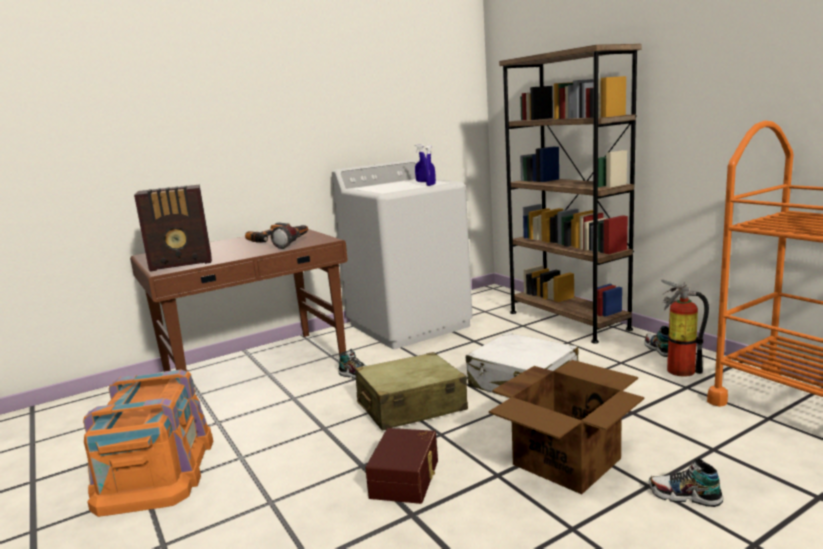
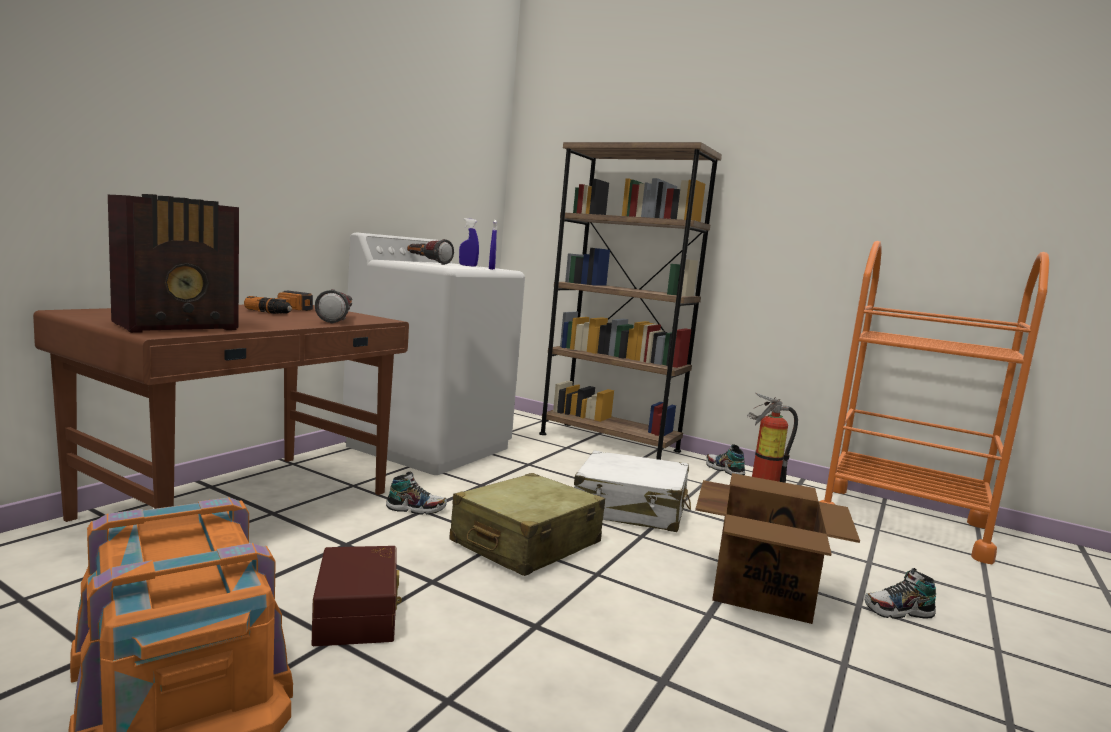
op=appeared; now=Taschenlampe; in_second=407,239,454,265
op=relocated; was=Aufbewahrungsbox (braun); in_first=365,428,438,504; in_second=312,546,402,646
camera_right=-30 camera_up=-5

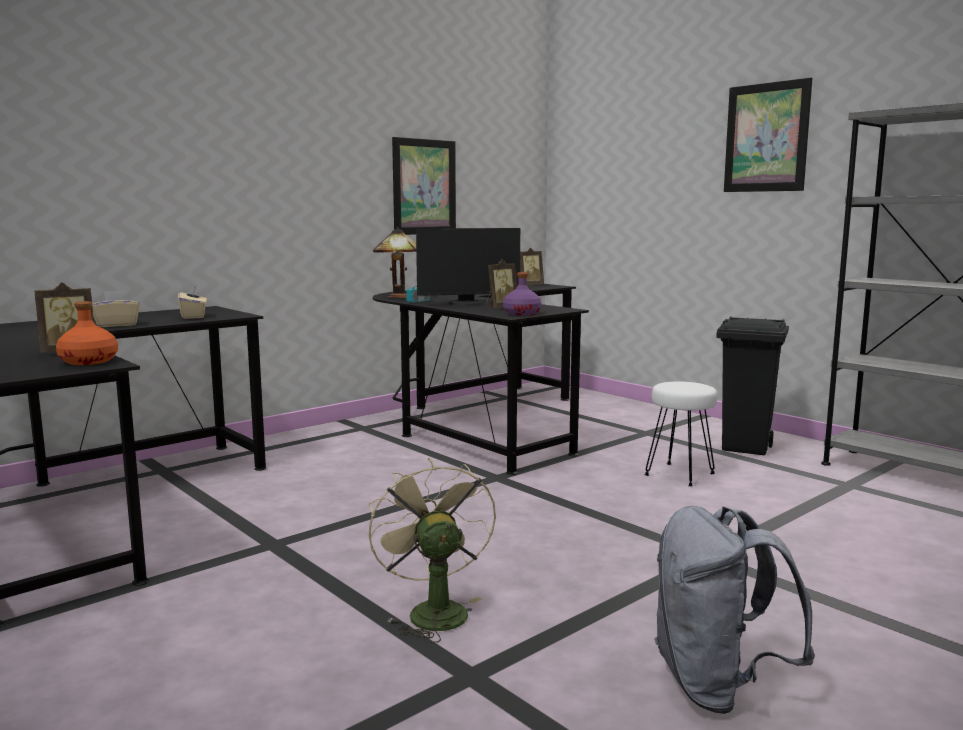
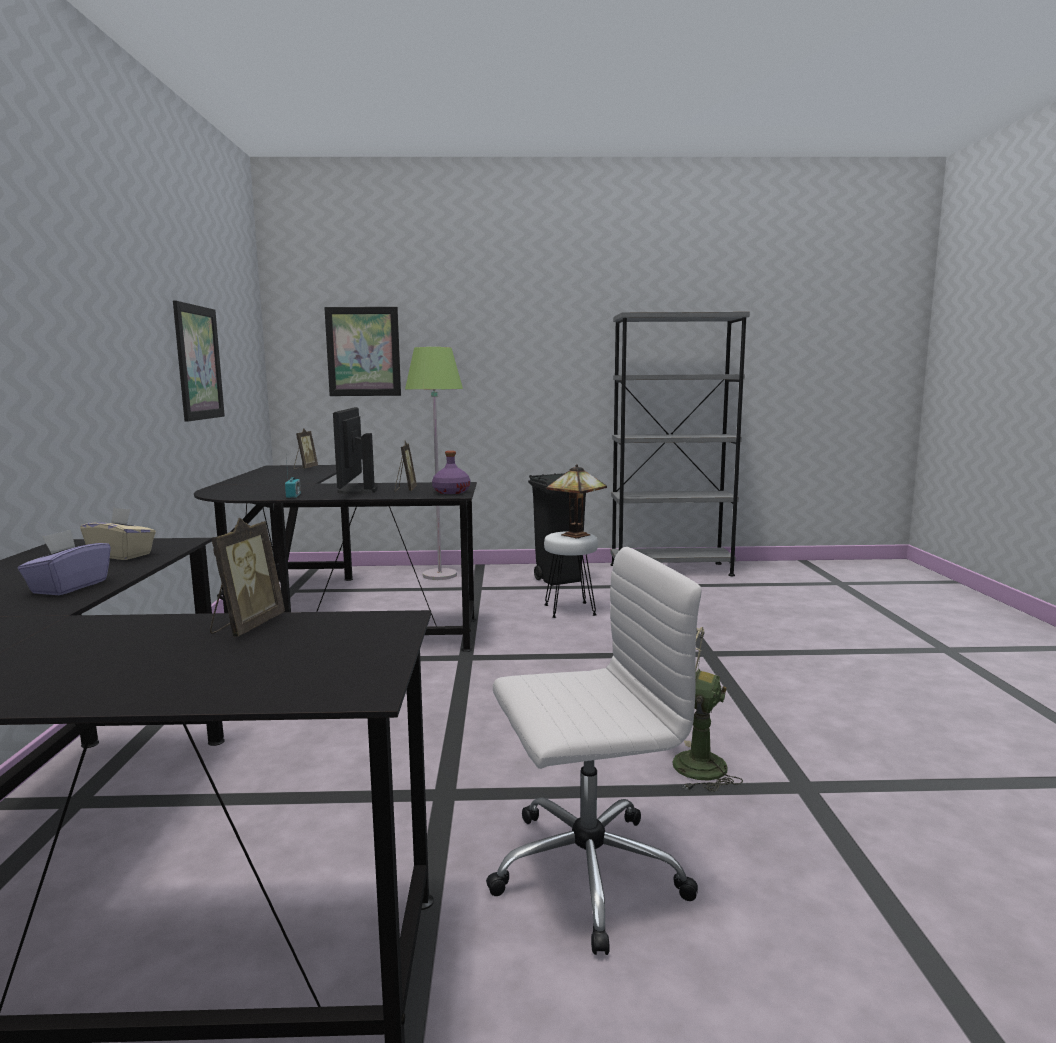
op=missing; was=Flasche (orange); in_first=56,301,118,365
op=missing; was=Rucksack (grau); in_first=654,506,815,714
op=appeared; now=Stehlampe (grün); in_second=405,347,463,580
op=appeared; now=Bürostuhl (weiß); in_second=486,547,701,955
op=relocated; was=Tischlampe; in_first=373,227,416,298; in_second=546,464,607,538
op=relocated; was=Bild; in_first=724,78,812,192; in_second=324,307,401,396
op=colour; was=Taschentuchbox (beige); now=Taschentuchbox (lila); in_first=92,290,140,327; in_second=18,530,111,595
op=spun; was=Monitor; in_first=416,228,520,306; in_second=333,407,377,494; clockwise=150
camera_right=-50 camera_up=0

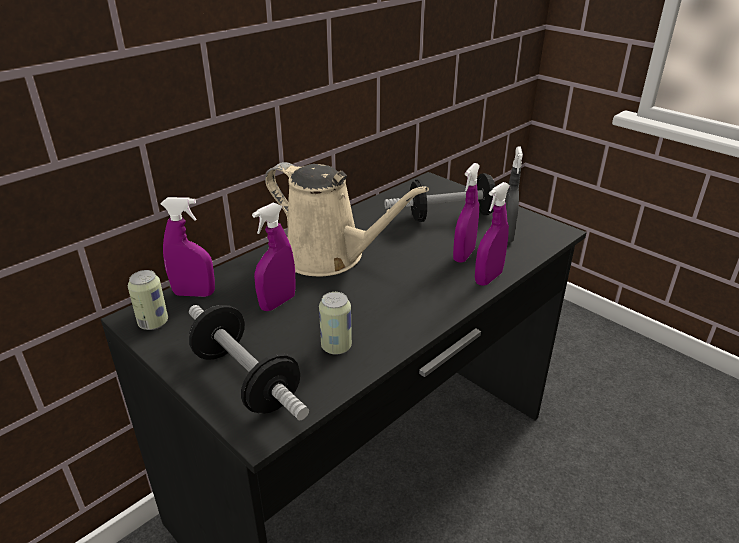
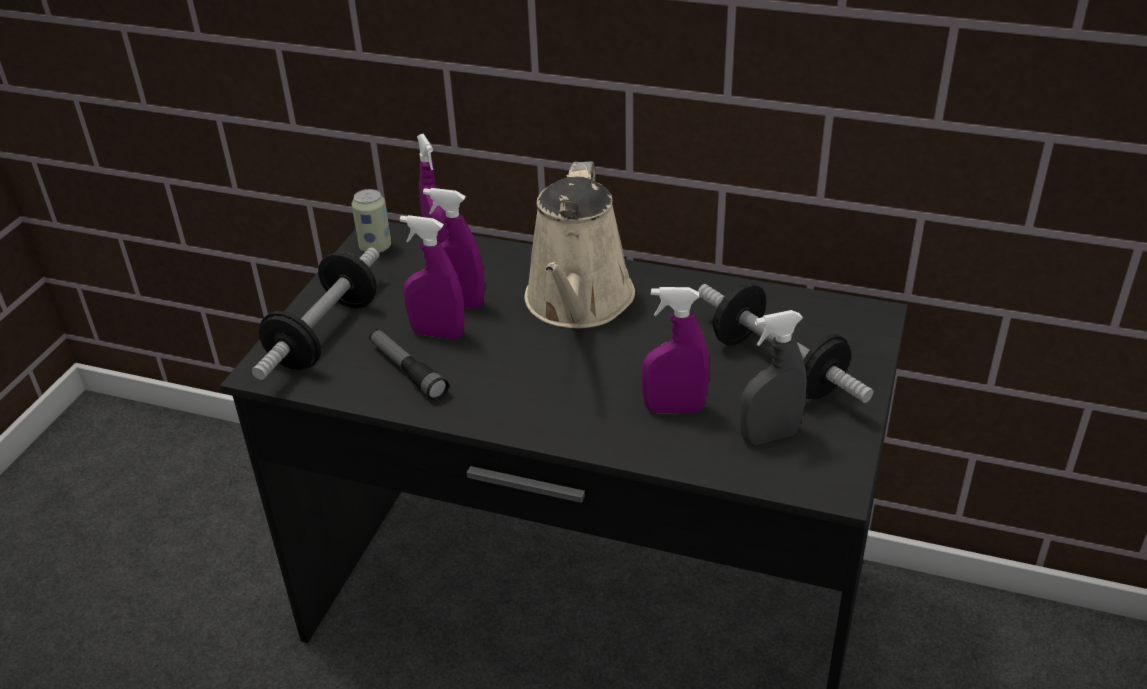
op=relocated; was=Sprühflasche (lila); in_first=475,182,510,286; in_second=400,215,465,339
op=exchanged; was=Dose; now=Taschenlampe; in_first=319,292,352,355; in_second=369,329,449,401
camera_right=65 camera_up=5

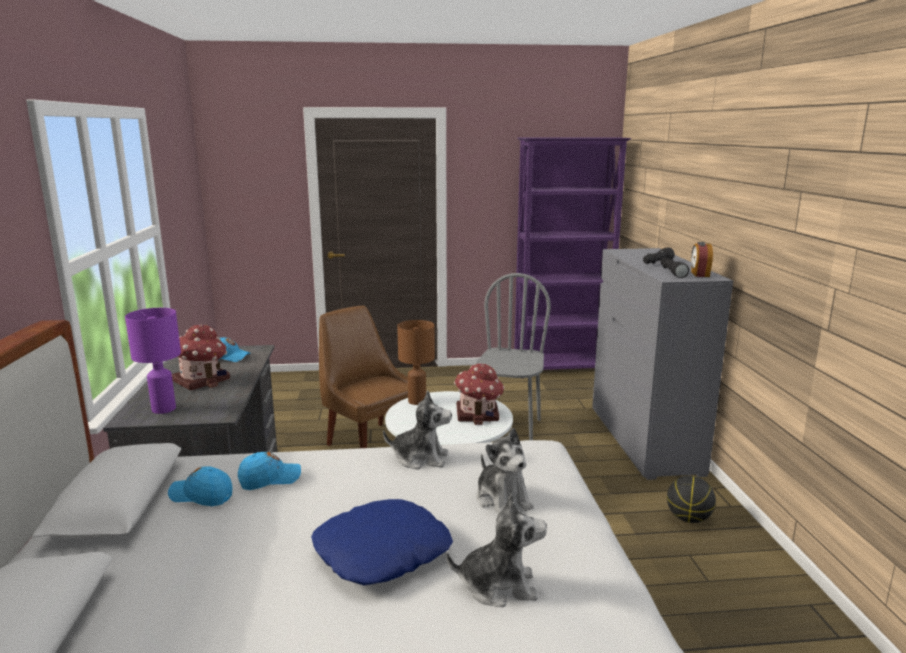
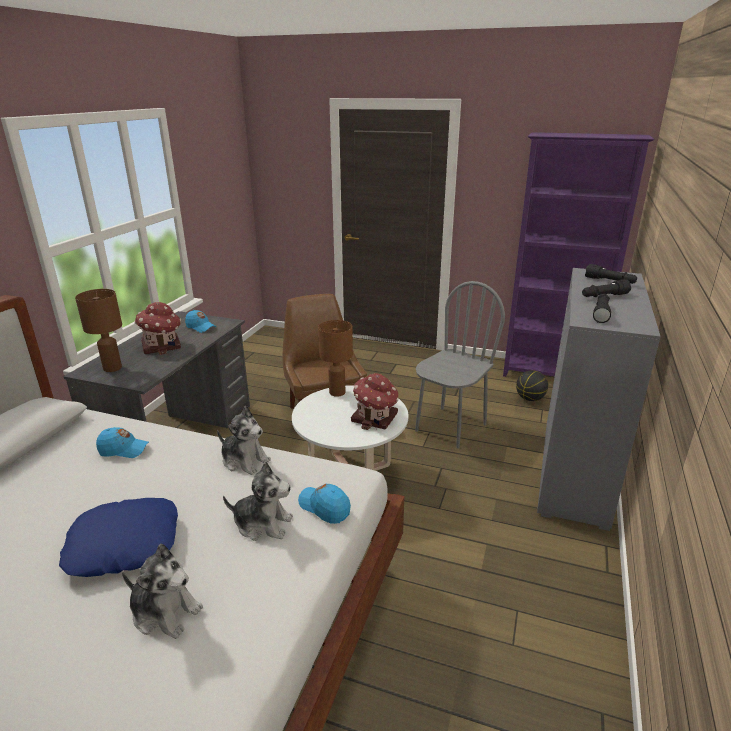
op=missing; was=Wecker; in_first=691,242,713,277
op=appeared; now=Taschenlampe (schwarz); in_second=585,264,637,284
op=relocated; was=Kappe (blau); in_first=168,466,232,506; in_second=298,484,351,524
op=relocated; was=Basketball; in_first=667,476,716,523; in_second=516,370,548,401
op=colour; was=Tischlampe (lila); now=Tischlampe (braun); in_first=125,308,181,414; in_second=75,289,122,372
op=spun; was=Plüschtier; in_first=476,428,534,514; in_second=223,462,293,541; clockwise=-75
camera_right=25 camera_up=10

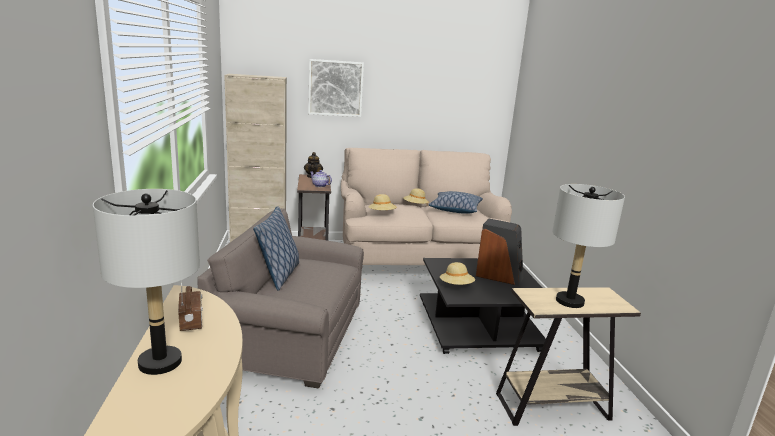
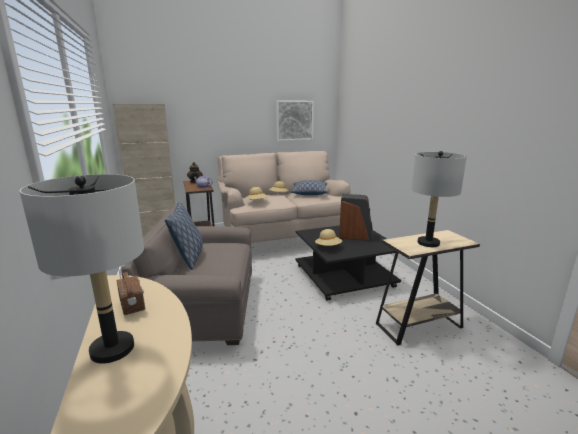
op=relocated; was=Bild; in_first=308,59,364,117; in_second=276,101,314,141
camera_right=-10 camera_up=0

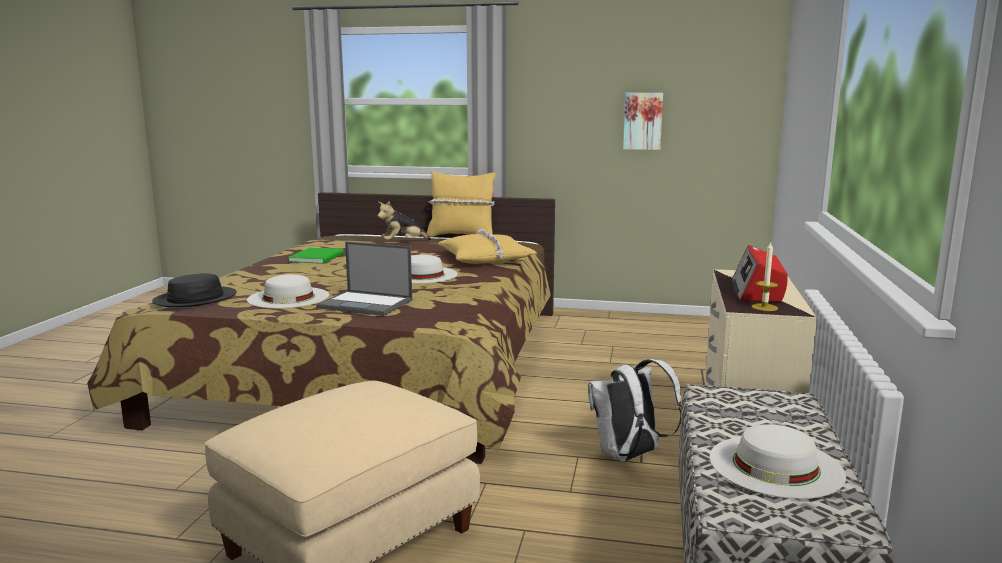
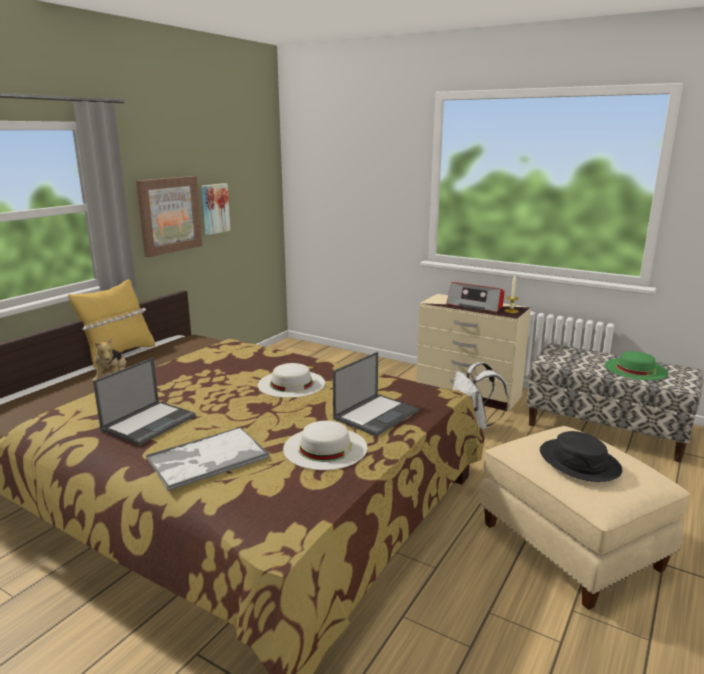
op=missing; was=Kissen (gelb); in_first=438,229,537,264
op=appeared; now=Bild; in_second=136,176,202,257
op=appeared; now=Tablett; in_second=146,427,269,491
op=relocated; was=Hut (schwarz); in_first=152,273,237,307; in_second=540,431,622,482
op=exchanged; was=Buch (grün); now=Laptop; in_first=288,247,344,264; in_second=93,358,196,446
op=colour; was=Hut (weiß); now=Hut (grün); in_first=710,424,846,499; in_second=605,351,669,380
camera_right=-70 camera_up=5

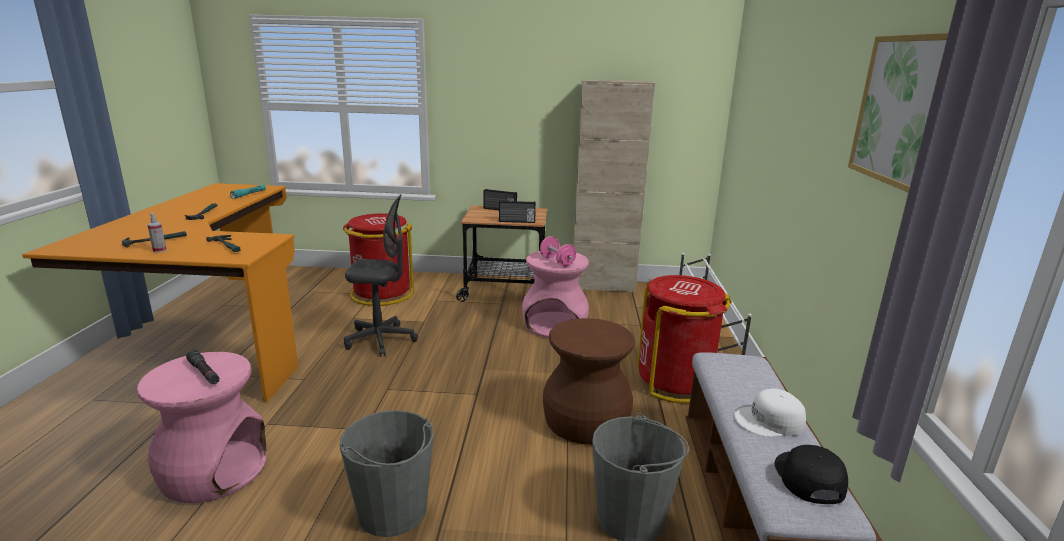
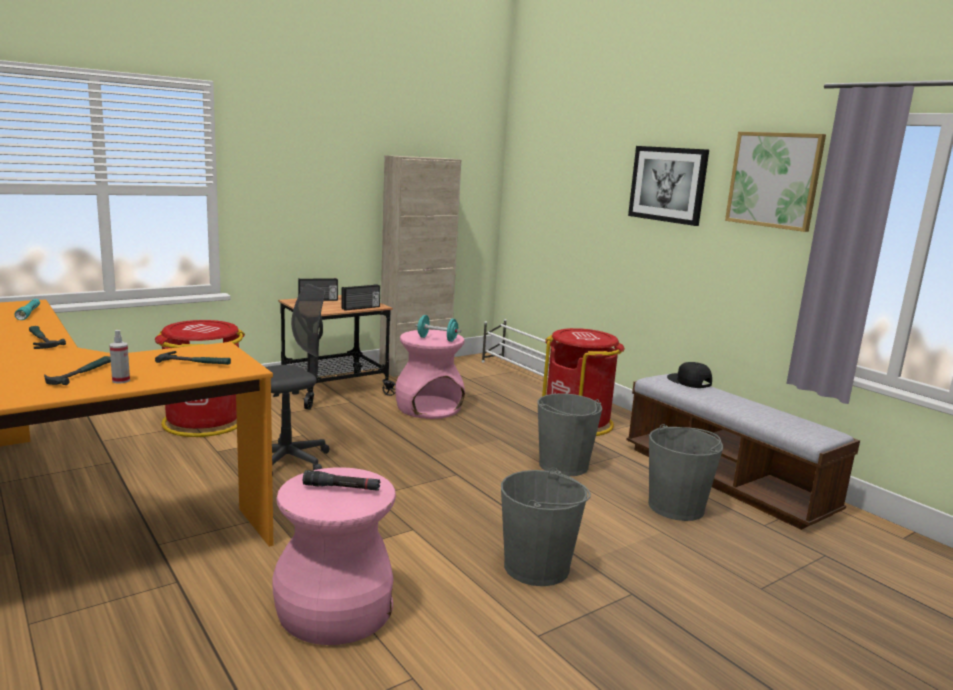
op=missing; was=Kappe (weiß); in_first=734,388,806,437
op=appeared; now=Bild; in_second=628,146,709,226
op=relocated; was=Kappe (schwarz); in_first=774,445,848,504; in_second=667,362,712,388
op=exchanged; was=Hocker (braun); now=Eimer (grau); in_first=543,318,635,445; in_second=537,393,602,476
op=colour; was=Hantel (rosa); now=Hantel (türkis); in_first=540,236,576,267; in_second=415,315,461,342
camera_right=-40 camera_up=-5

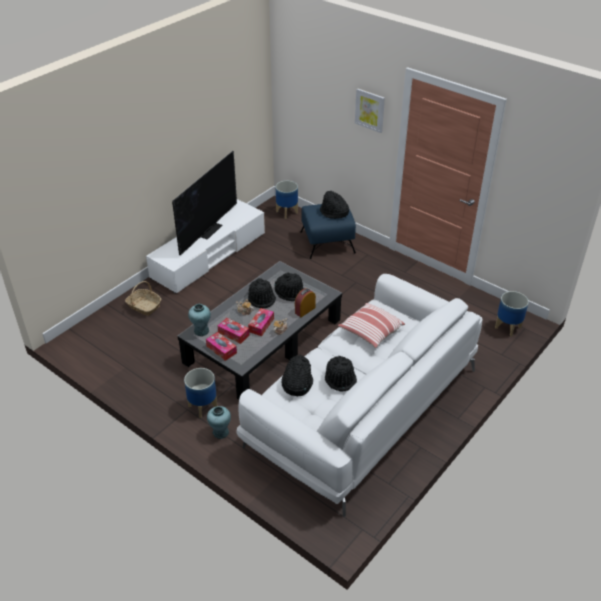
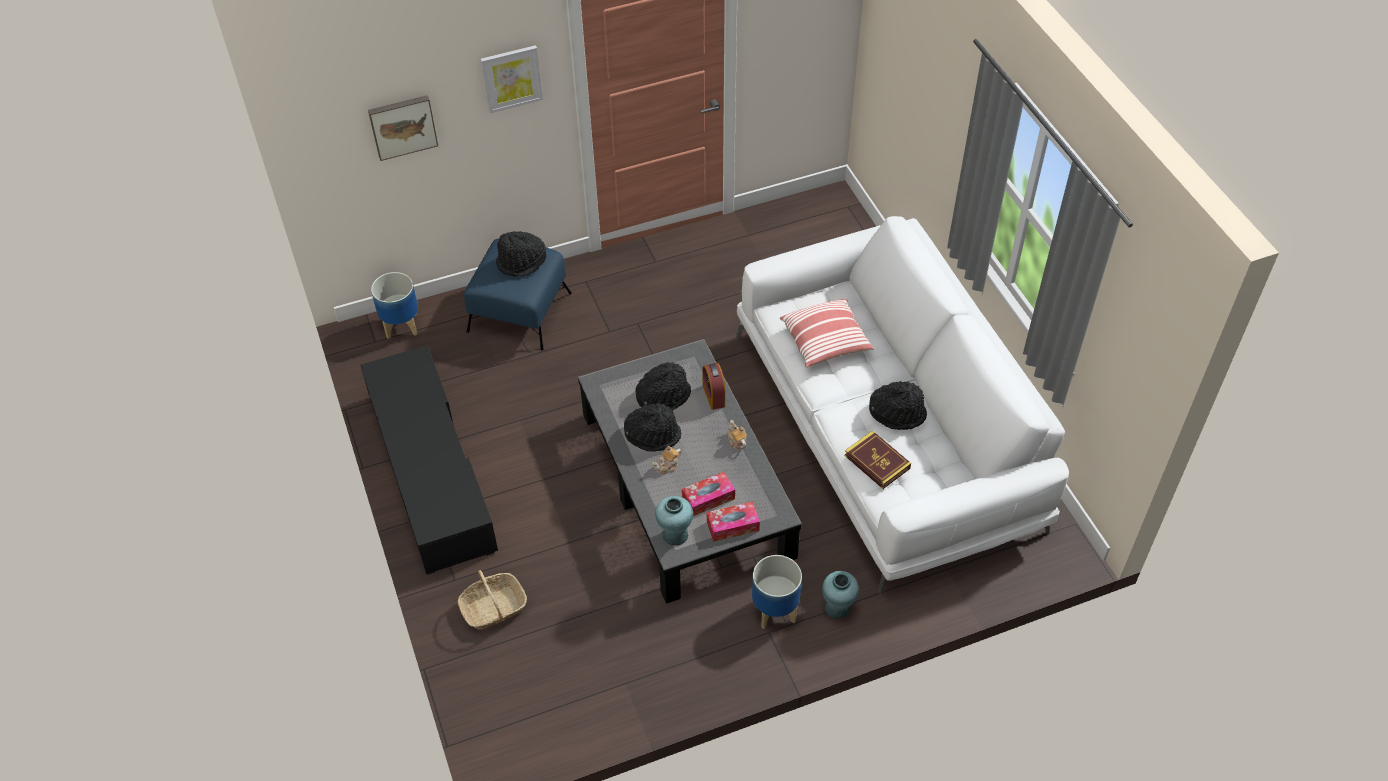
op=missing; was=Fernseher; in_first=172,151,237,256
op=missing; was=Taschentuchbox; in_first=248,308,274,336
op=missing; was=Pflanzkübel; in_first=495,291,529,337
op=appeared; now=Bild; in_second=368,95,438,161
op=exchanged; was=Hut (schwarz); now=Buch; in_first=281,355,313,396; in_second=845,430,911,489
op=colour; was=Fernsehschrank (weiß); now=Fernsehschrank (schwarz); in_first=146,199,265,294; in_second=360,345,498,575
camera_right=-60 camera_up=10

